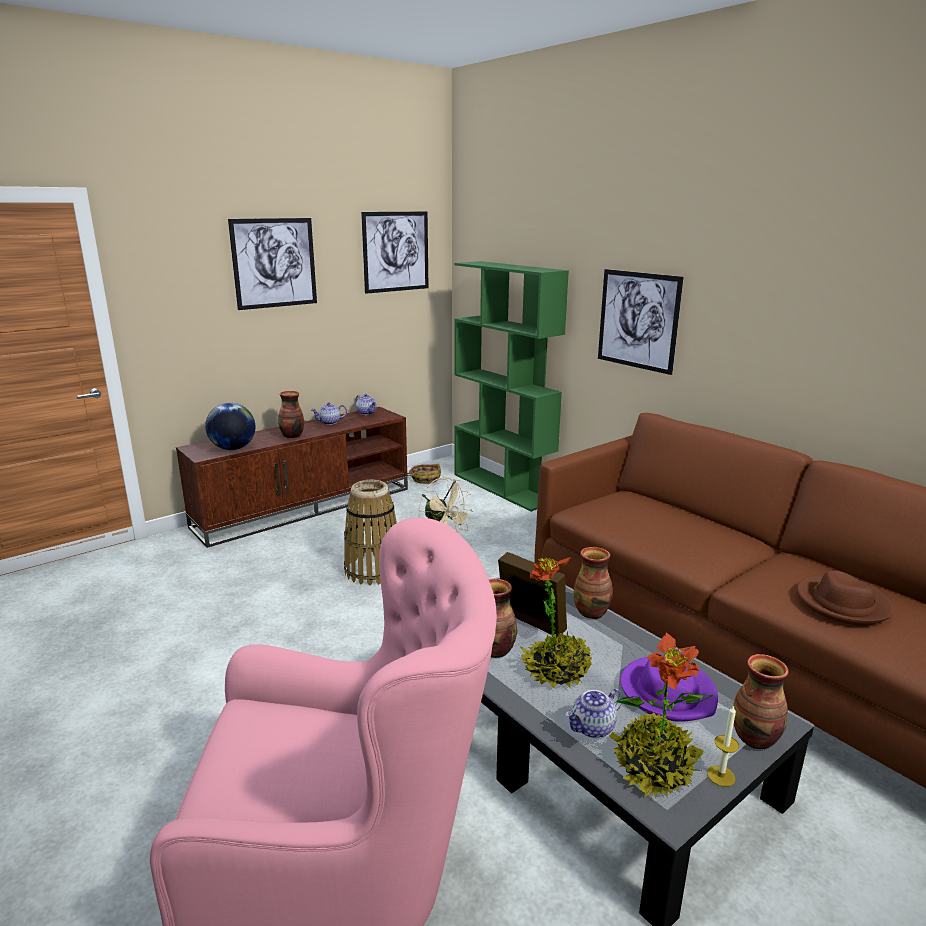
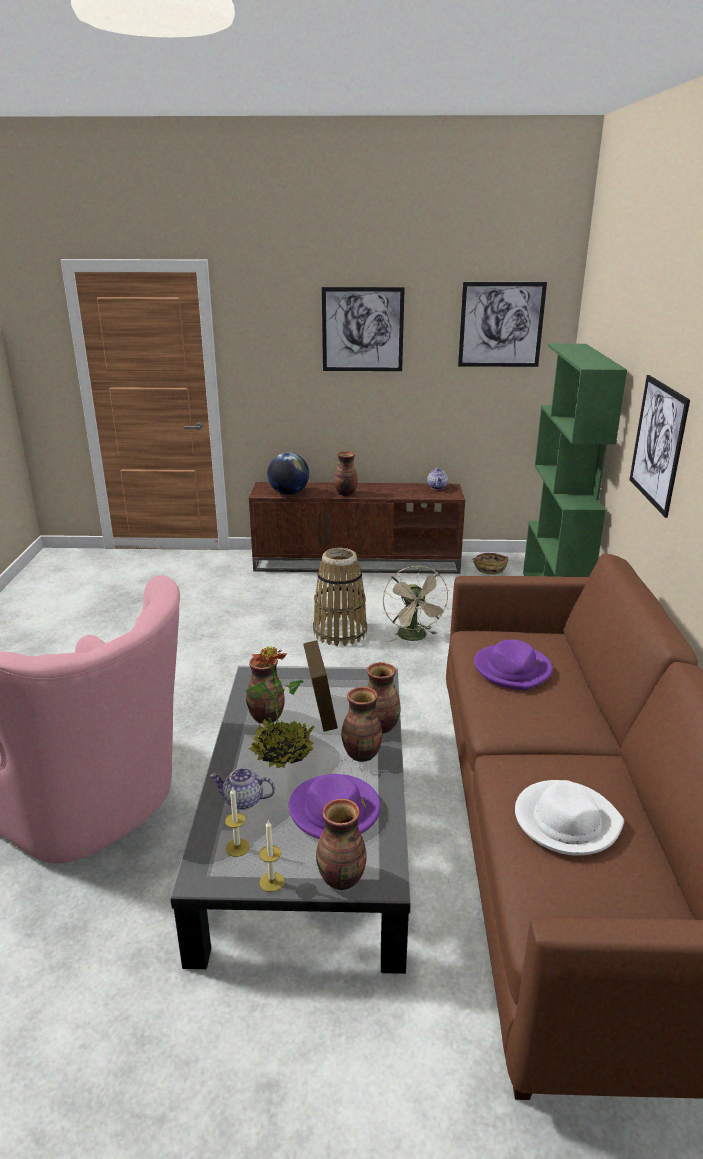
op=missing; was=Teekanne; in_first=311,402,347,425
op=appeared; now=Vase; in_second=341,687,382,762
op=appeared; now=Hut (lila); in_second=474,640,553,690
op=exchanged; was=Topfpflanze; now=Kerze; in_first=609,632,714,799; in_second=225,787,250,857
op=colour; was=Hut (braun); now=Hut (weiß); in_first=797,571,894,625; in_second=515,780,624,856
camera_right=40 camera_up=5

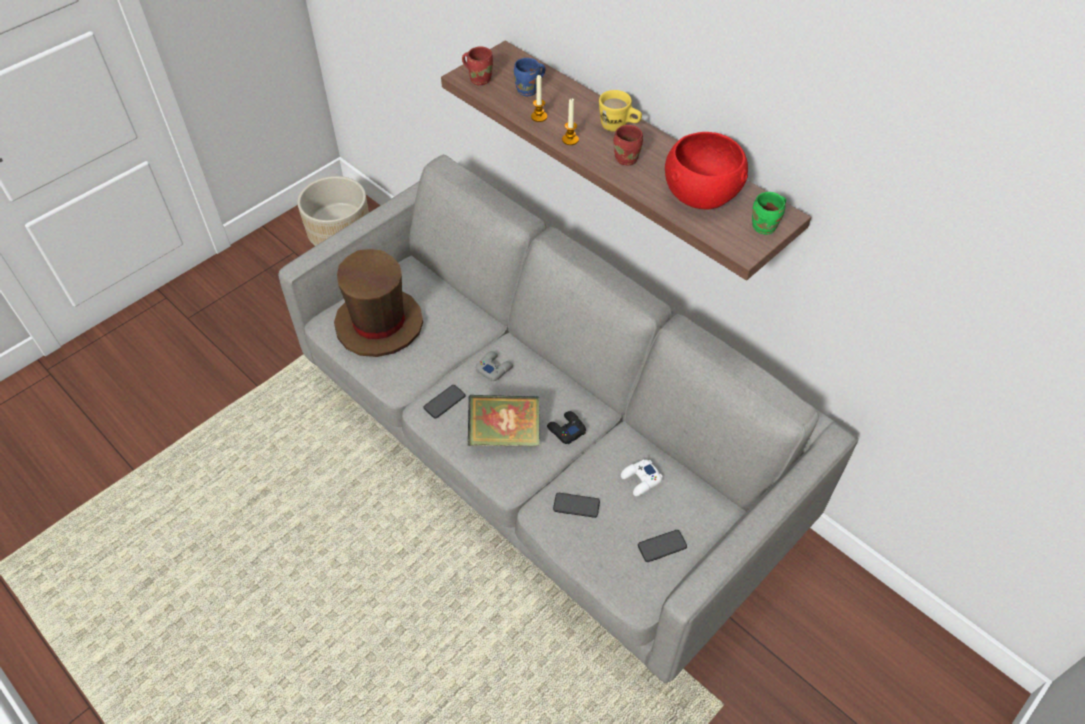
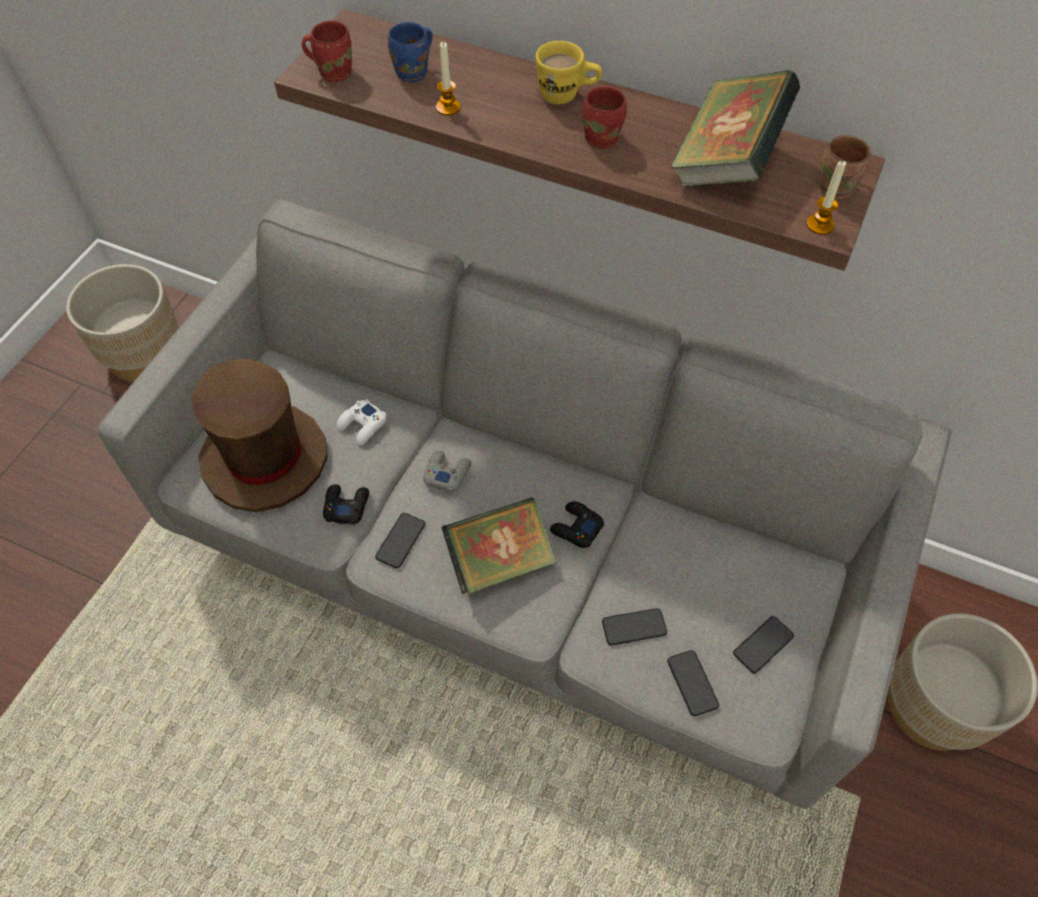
op=appeared; now=Gamepad (schwarz); in_second=323,484,369,525
op=appeared; now=Handy; in_second=667,650,719,716
op=appeared; now=Pflanzkübel (beige); in_second=888,613,1038,751
op=relocated; was=Kerze; in_first=562,98,579,145; in_second=807,161,846,235
op=relocated; was=Gamepad (weiß); in_first=621,460,663,496; in_second=336,399,387,446
op=exchanged; was=Schüssel (rot); now=Buch; in_first=665,132,748,209; in_second=671,70,800,187
op=colour; was=Henkelbecher (grün); now=Henkelbecher (braun); in_first=752,192,786,235; in_second=818,135,871,199
camera_right=-20 camera_up=5

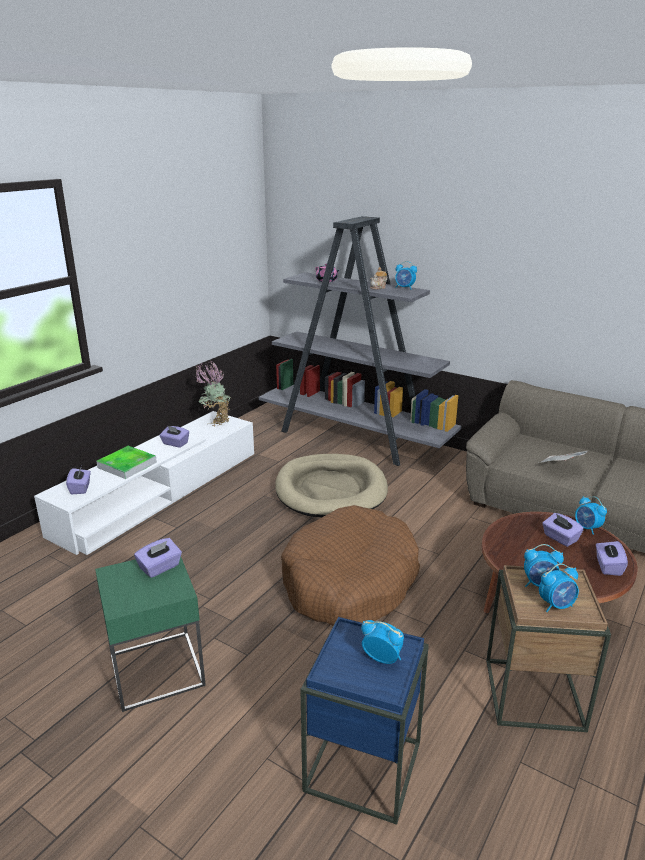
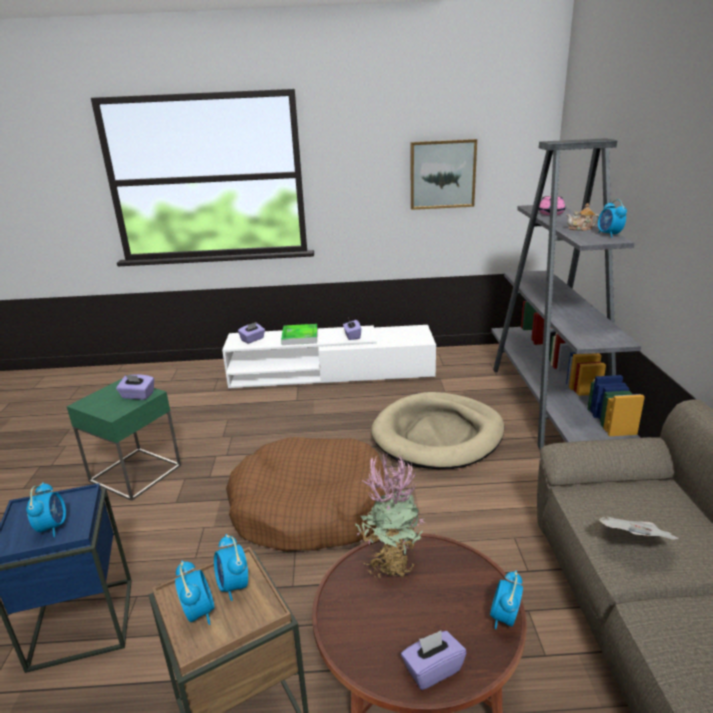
op=missing; was=Taschentuchbox (lila); in_first=542,513,584,547
op=appeared; now=Bild; in_second=411,139,477,210
op=relocated; was=Topfpflanze; in_first=195,360,231,426; in_second=355,452,425,579
op=spun; was=Wecker; in_first=539,564,579,612; in_second=175,560,214,625; clockwise=-150
camera_right=55 camera_up=0

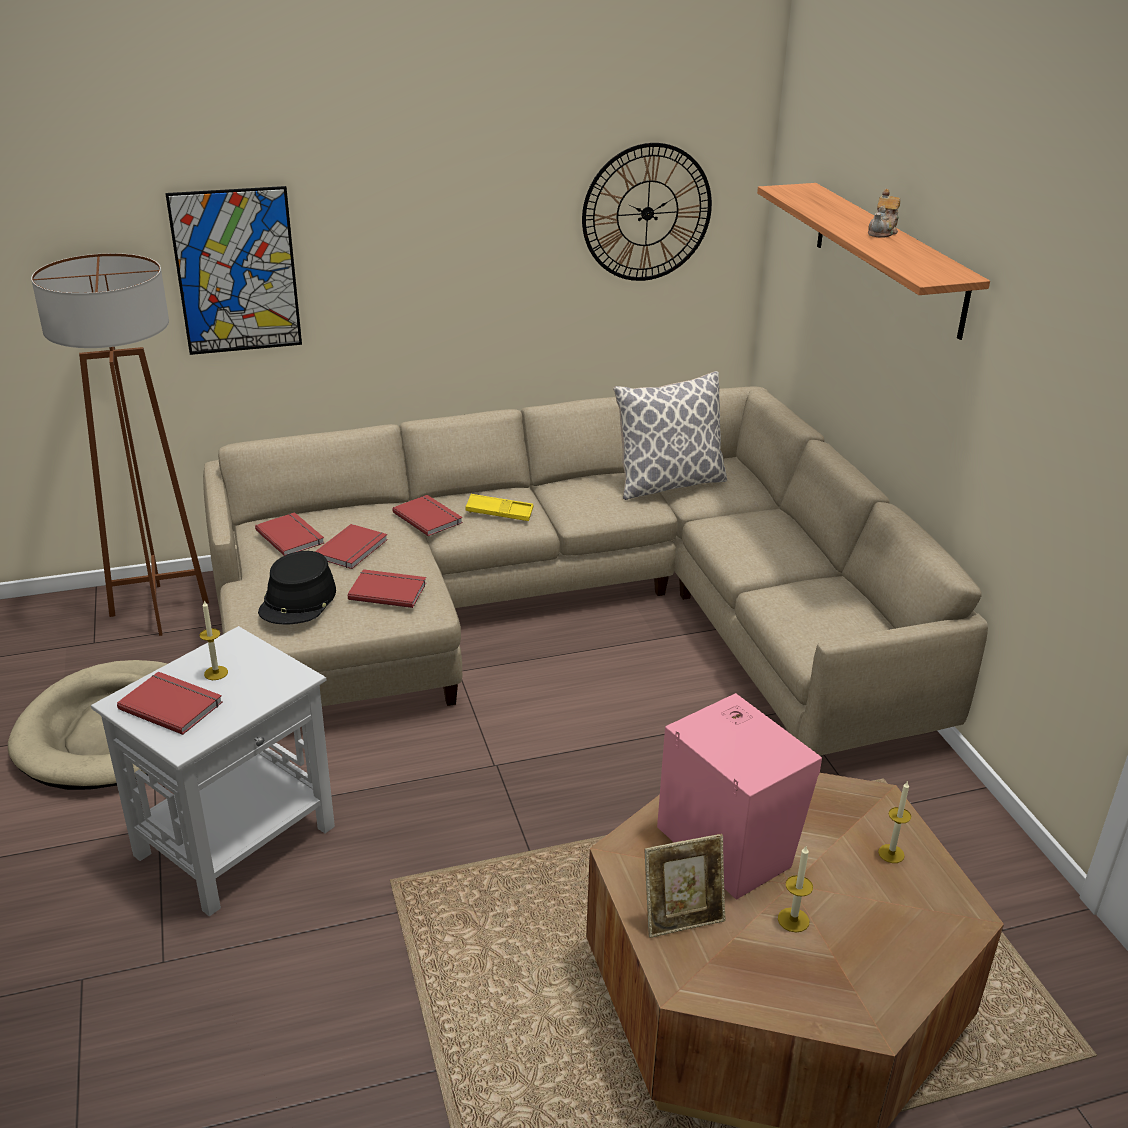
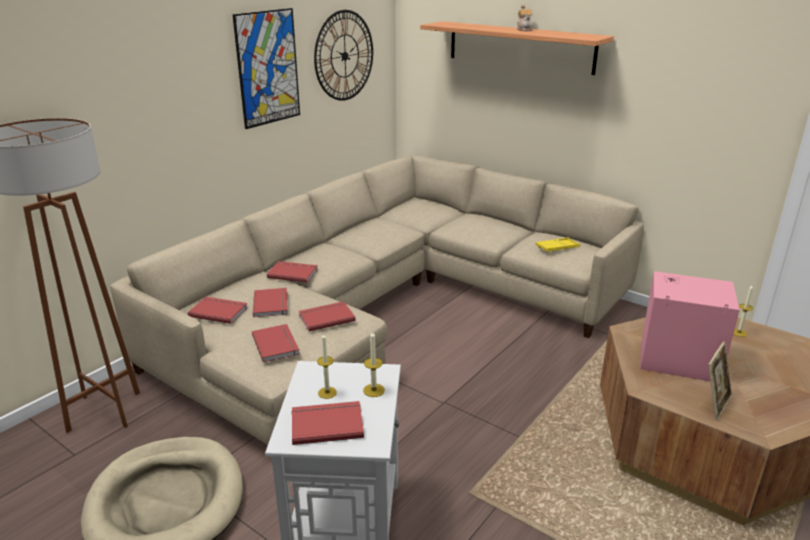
op=missing; was=Kissen; in_first=613,371,727,500
op=relocated; was=Bild; in_first=165,186,302,355; in_second=232,8,300,129
op=relocated; was=Tablett (gelb); in_first=465,494,533,521; in_second=536,238,580,253
op=relocated; was=Kerze; in_first=778,846,813,932; in_second=363,330,385,397
op=exchanged; was=Hut (schwarz); now=Buch (rot); in_first=258,551,336,625; in_second=252,324,300,362
camera_right=-35 camera_up=-5

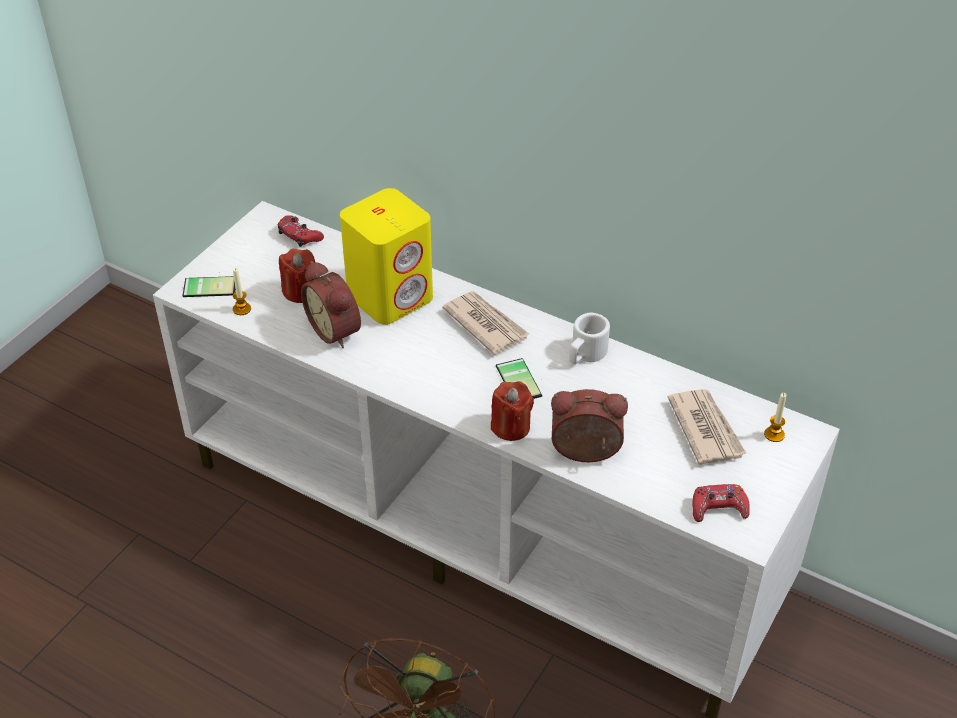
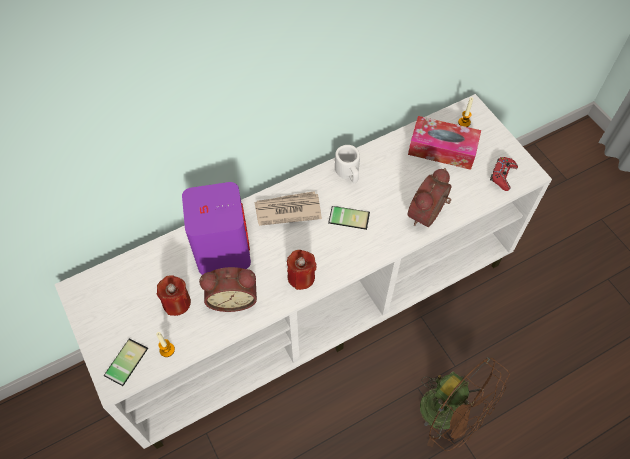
op=missing; was=Gamepad (rot); in_first=278,215,324,247
op=relocated; was=Kerze (rot); in_first=491,381,534,441; in_second=287,250,317,290
op=exchanged; was=Zeitung; now=Taschentuchbox; in_first=668,389,747,465; in_second=408,116,481,170
op=colour; was=Lautsprecher (gelb); now=Lautsprecher (lila); in_first=340,188,433,325; in_second=182,182,251,275
camera_right=-60 camera_up=15

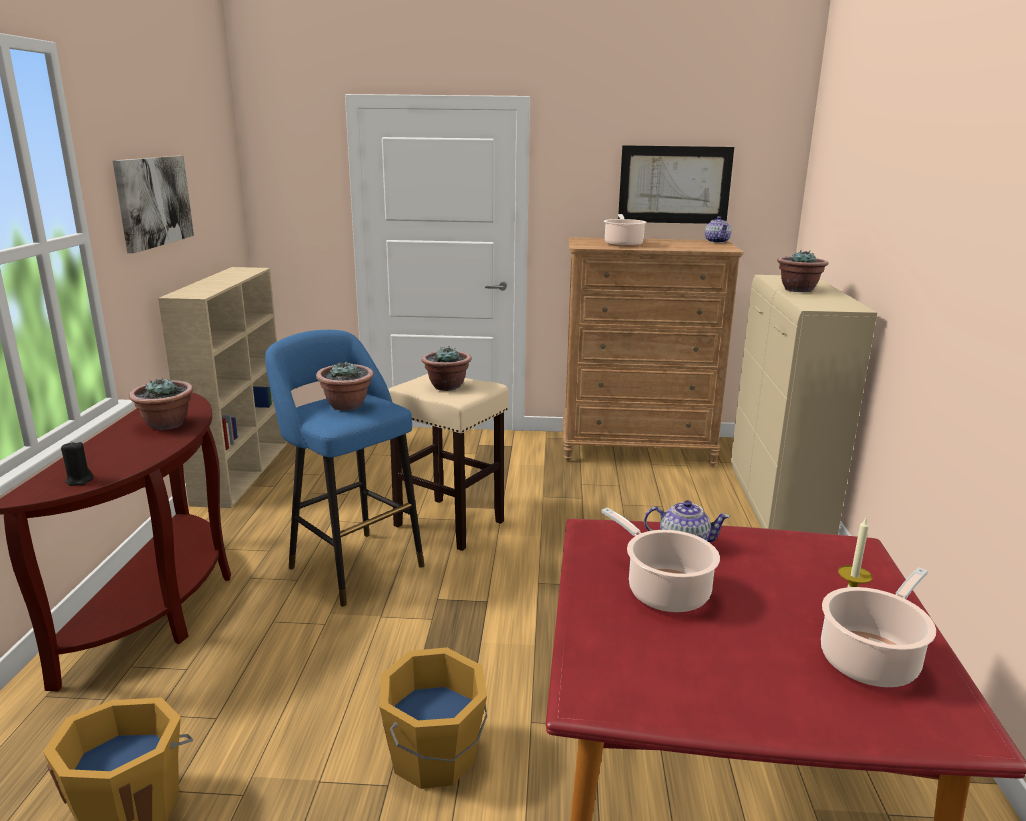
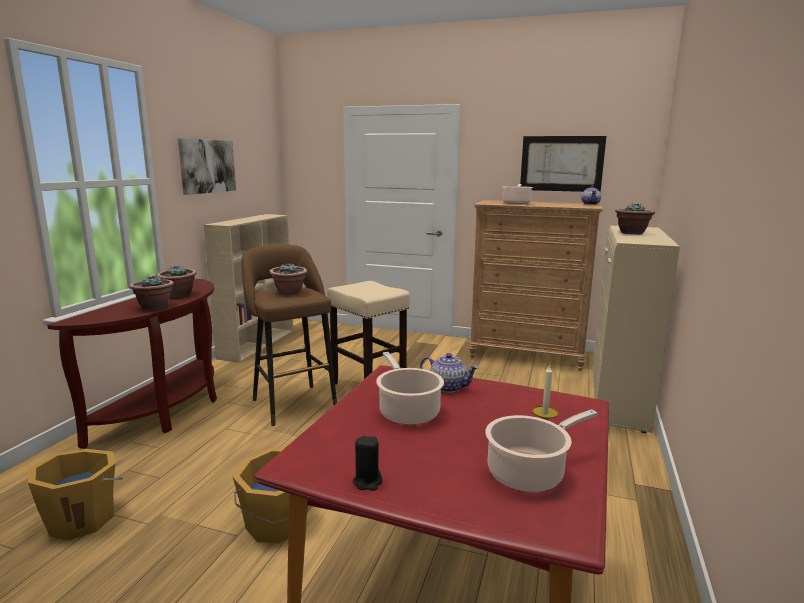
op=relocated; was=Kerze (schwarz); in_first=61,441,93,486; in_second=353,436,382,491
op=relocated; was=Topfpflanze; in_first=421,346,472,391; in_second=130,275,174,310
op=colour; was=Hocker (blau); now=Hocker (braun); in_first=265,330,424,607; in_second=241,244,337,426
camera_right=15 camera_up=-5

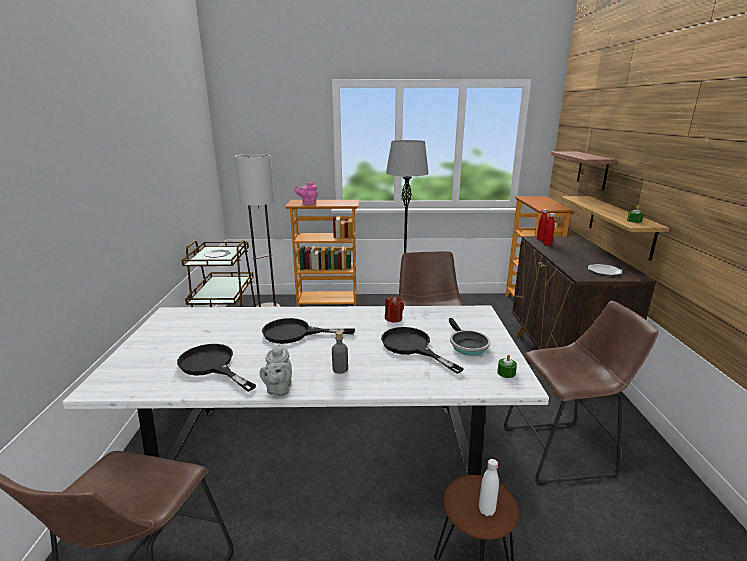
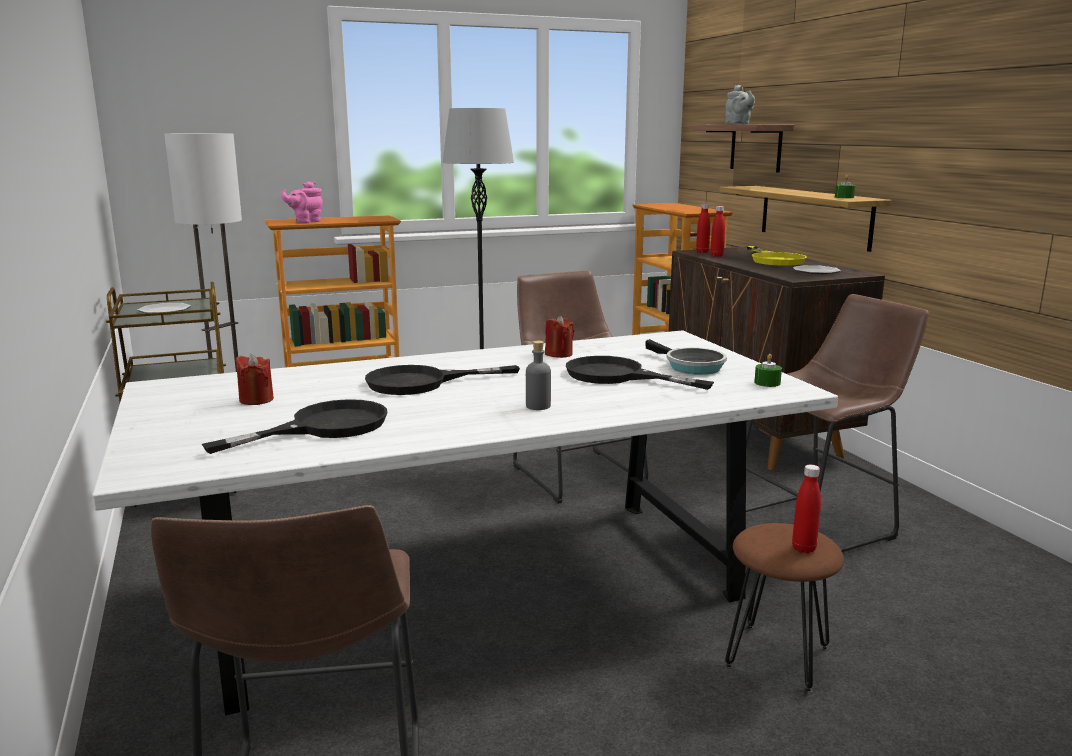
op=appeared; now=Kerze (rot); in_second=235,354,274,405
op=appeared; now=Pfanne (gelb); in_second=747,246,807,266
op=relocated; was=Teekanne (grau); in_first=260,344,292,396; in_second=725,85,755,124
op=colour; was=Flasche (weiß); now=Flasche (rot); in_first=479,459,499,516; in_second=792,465,821,553
op=spun; was=Pfanne (schwarz); in_first=177,344,256,392; in_second=202,399,388,454; clockwise=120
camera_right=-20 camera_up=-5

